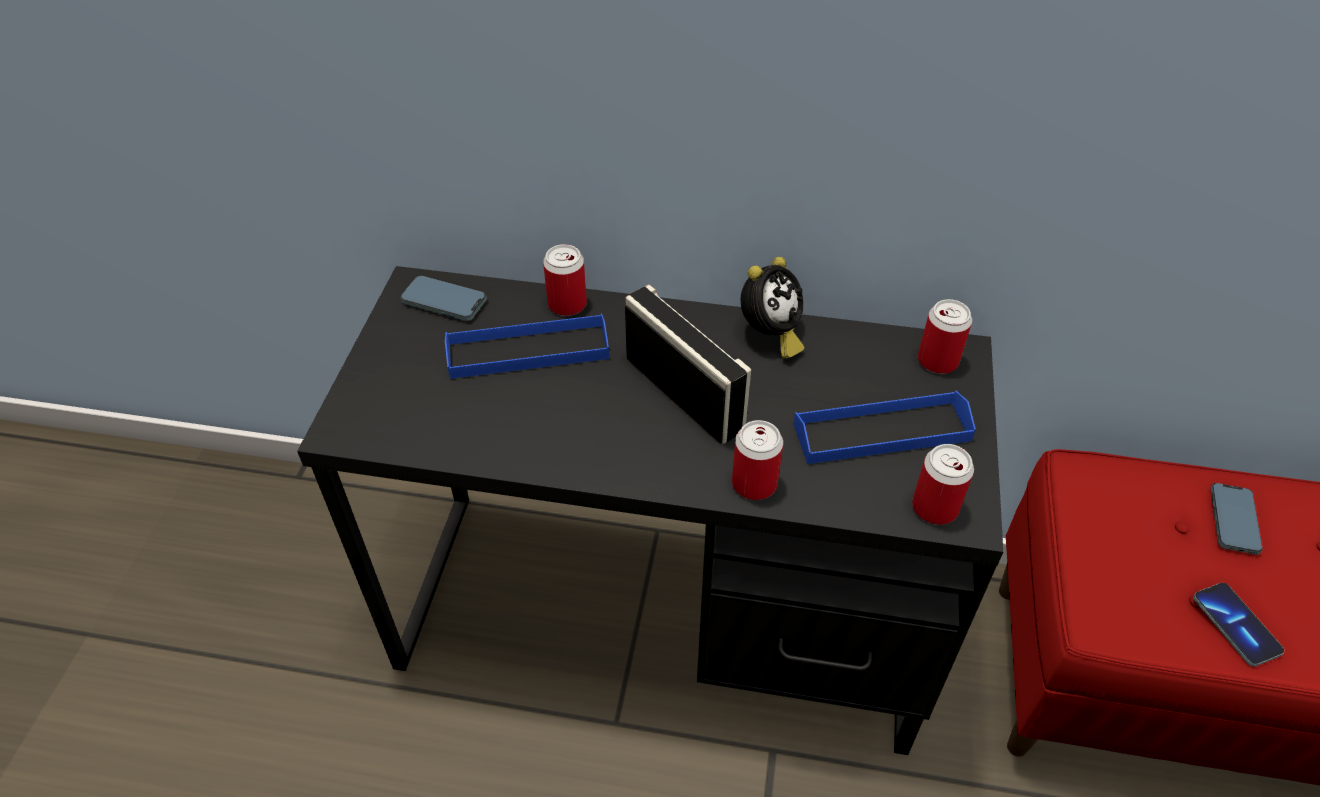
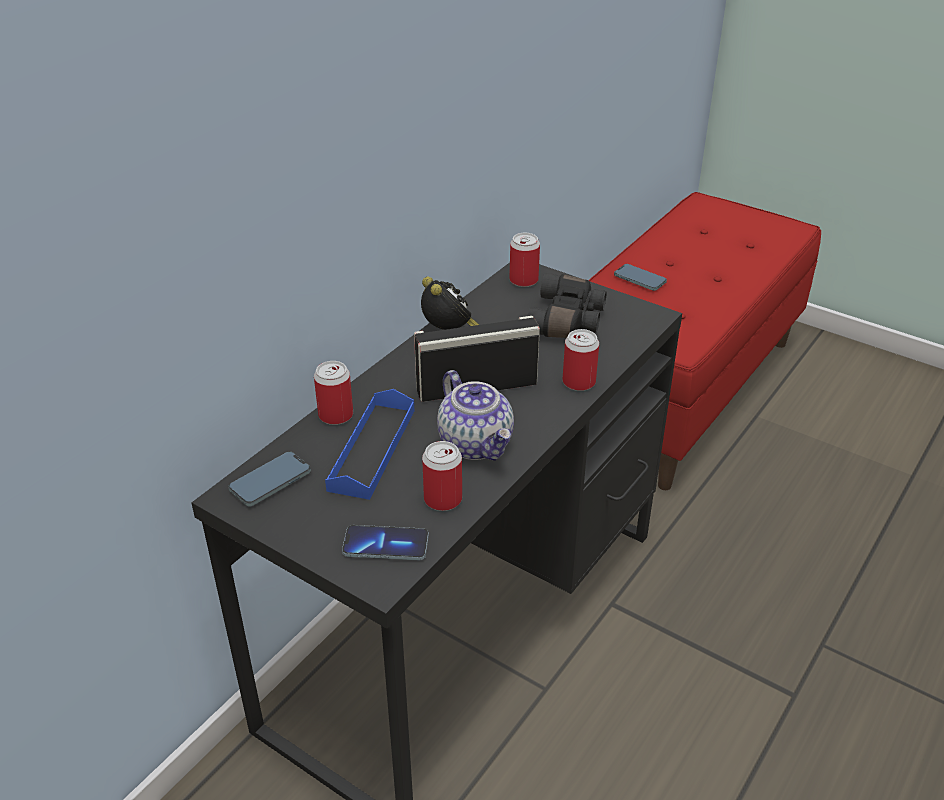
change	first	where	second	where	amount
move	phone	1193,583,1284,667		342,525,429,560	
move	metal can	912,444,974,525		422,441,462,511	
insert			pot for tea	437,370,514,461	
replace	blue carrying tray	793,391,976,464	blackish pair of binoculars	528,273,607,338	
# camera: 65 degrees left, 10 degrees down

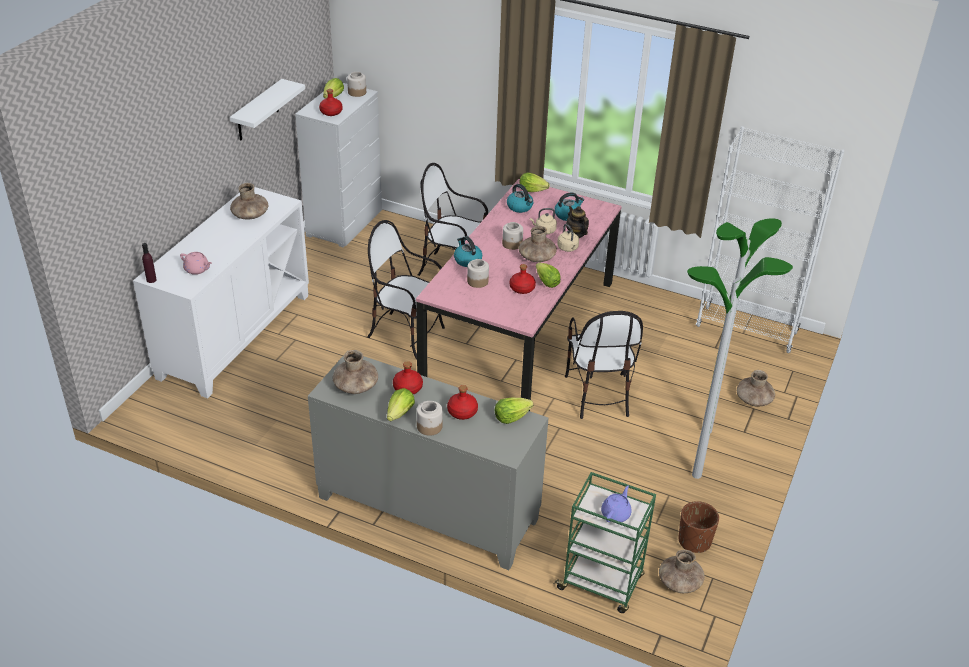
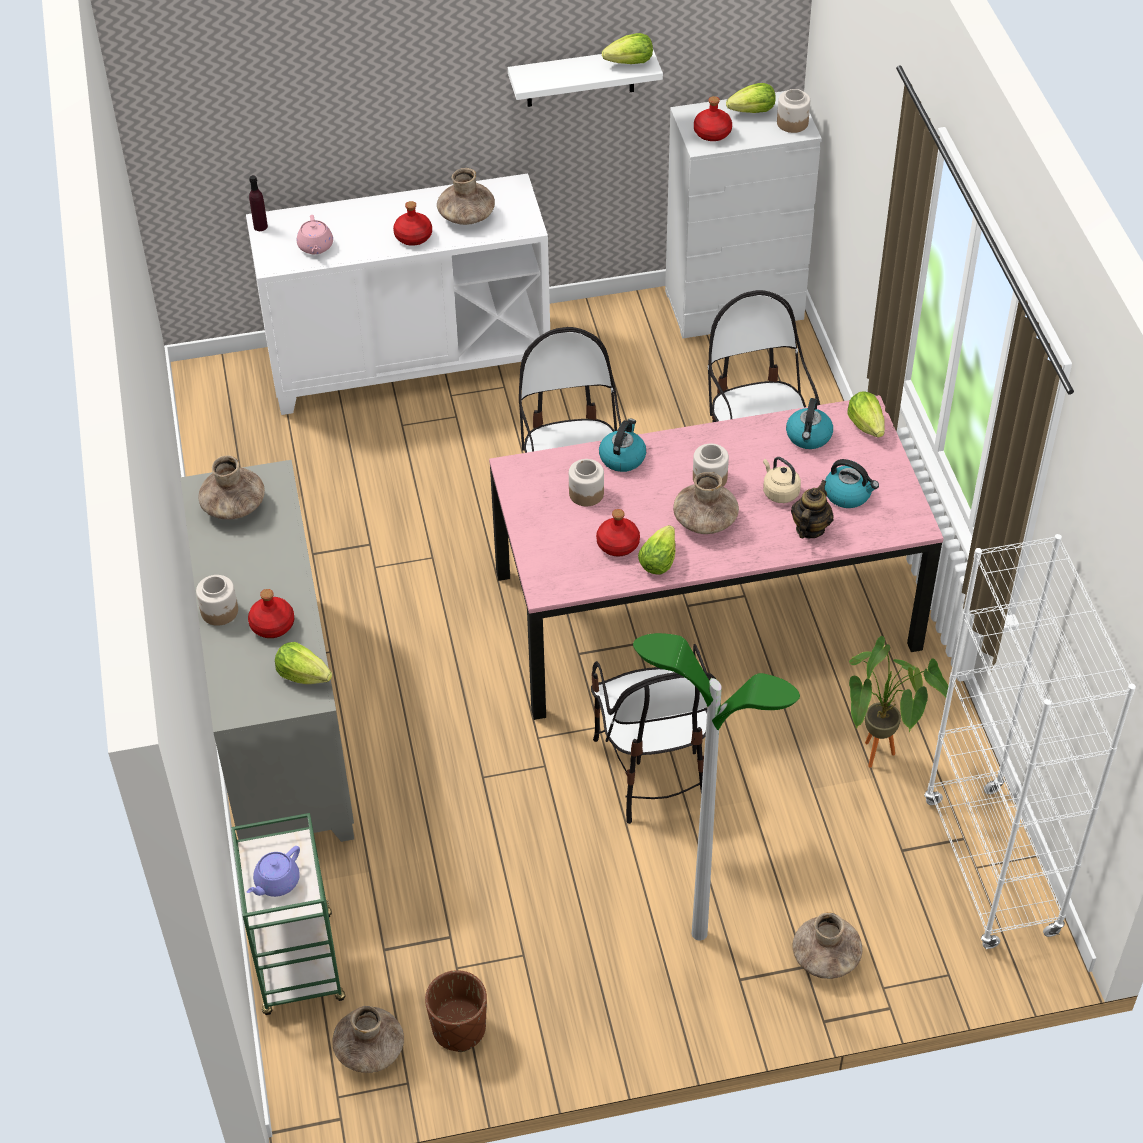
change	first	where	second	where	amount
rotate	purplish pot for tea	601,486,632,522		247,846,300,897	135 degrees clockwise
move	red-coloured beverage bottle	393,362,423,394		393,201,432,246	
rotate	upright chair	565,311,643,419		591,644,716,824	60 degrees counterclockwise
move	head of lettuce	387,388,415,421		602,33,653,64	
insert			plant in a pot	849,636,949,768	
delete	sand-coloured water kettle	557,224,579,252			
delete	floor lamp	687,257,793,479			
# camera: 55 degrees right, 10 degrees up

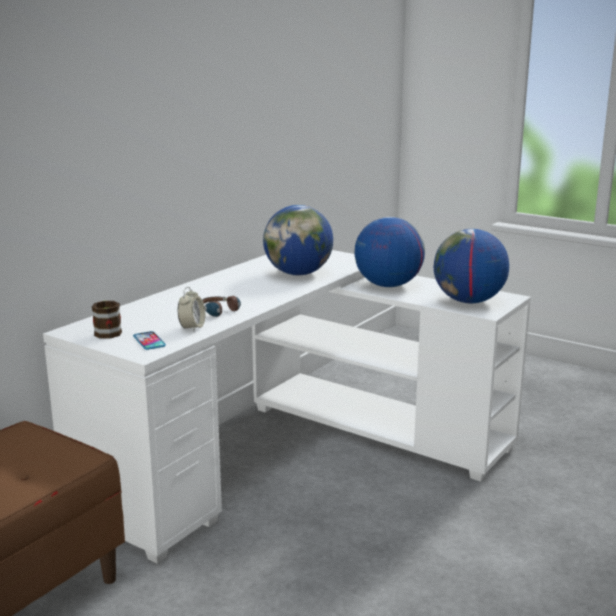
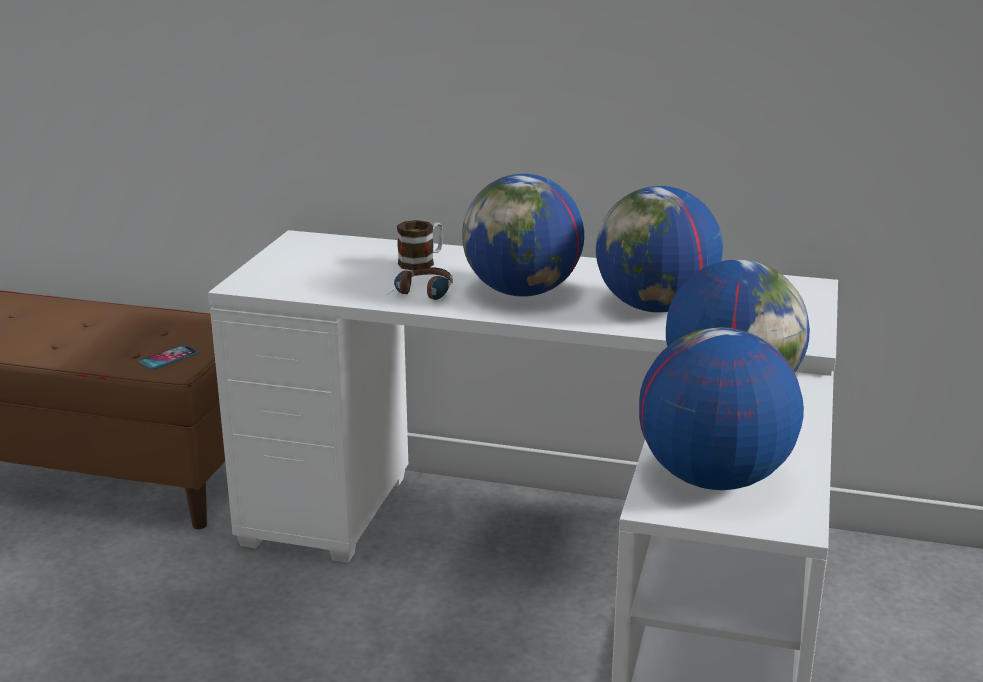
change	first	where	second	where	amount
move	phone	133,331,166,350		139,345,198,369	
move	mug	92,300,122,339		397,220,443,270	
insert			desk globe	462,174,584,297	
delete	table clock	178,287,205,331			
# camera: 70 degrees right, 5 degrees up

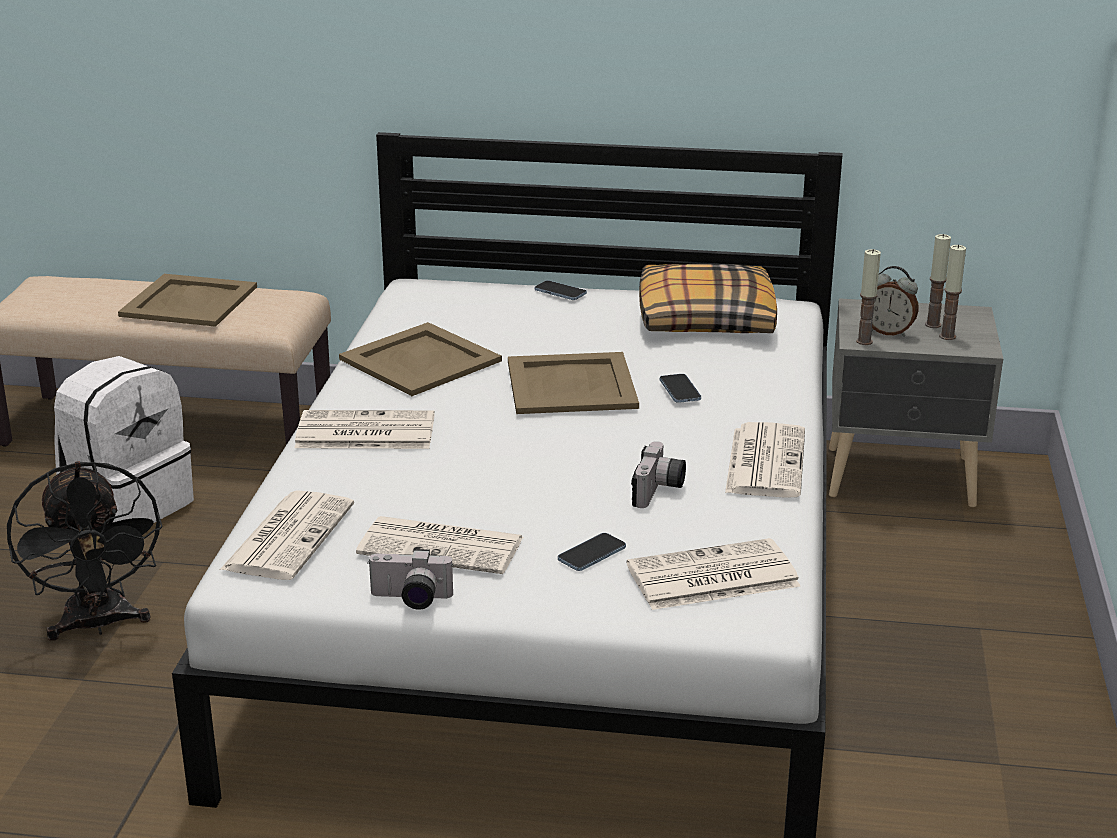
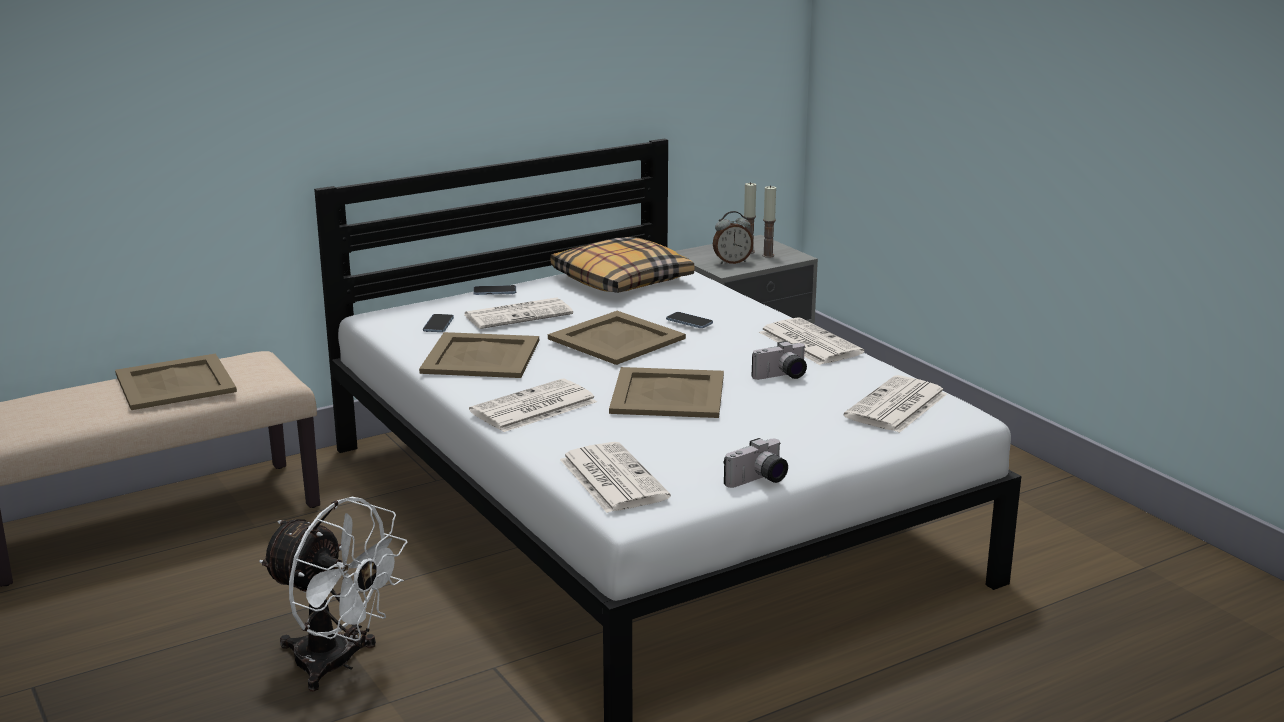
change	first	where	second	where	amount
recolor	blackish electric fan	7,461,163,641	white-coloured electric fan	259,497,408,691	
move	phone	558,533,626,571		423,314,454,332	
move	printed paper	356,516,523,574		464,297,573,329	
insert			sand-coloured carrying tray	609,367,724,418	
rotate	still camera	631,441,686,508		752,341,807,380	90 degrees clockwise
delete	white-coloured rucksack	54,356,194,523			
delete	wax light	856,249,881,345			
# camera: 40 degrees left, 5 degrees down

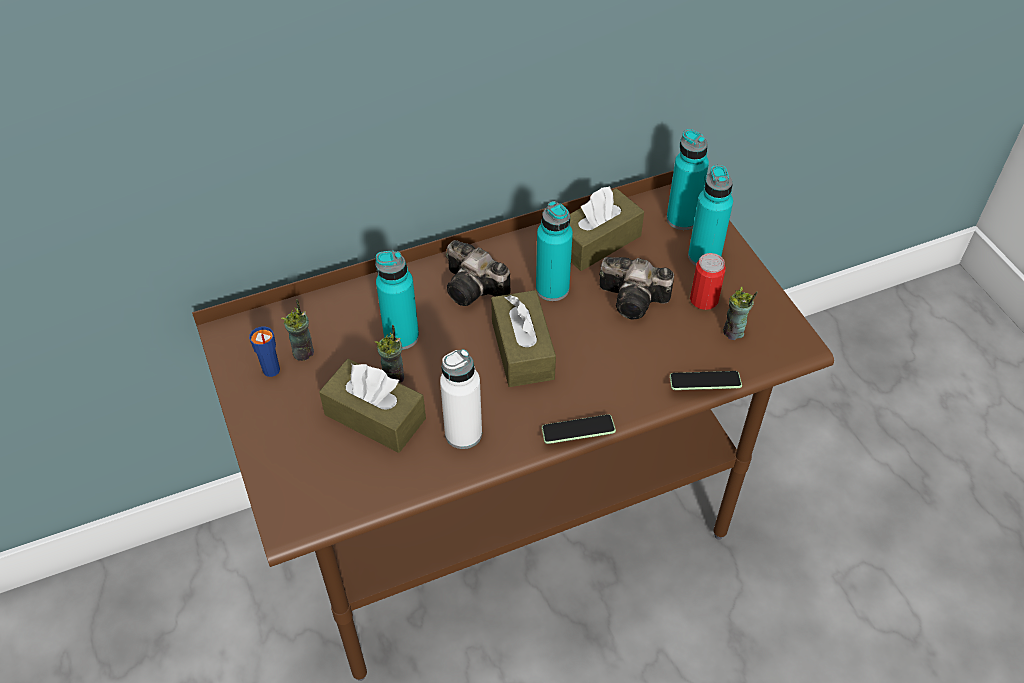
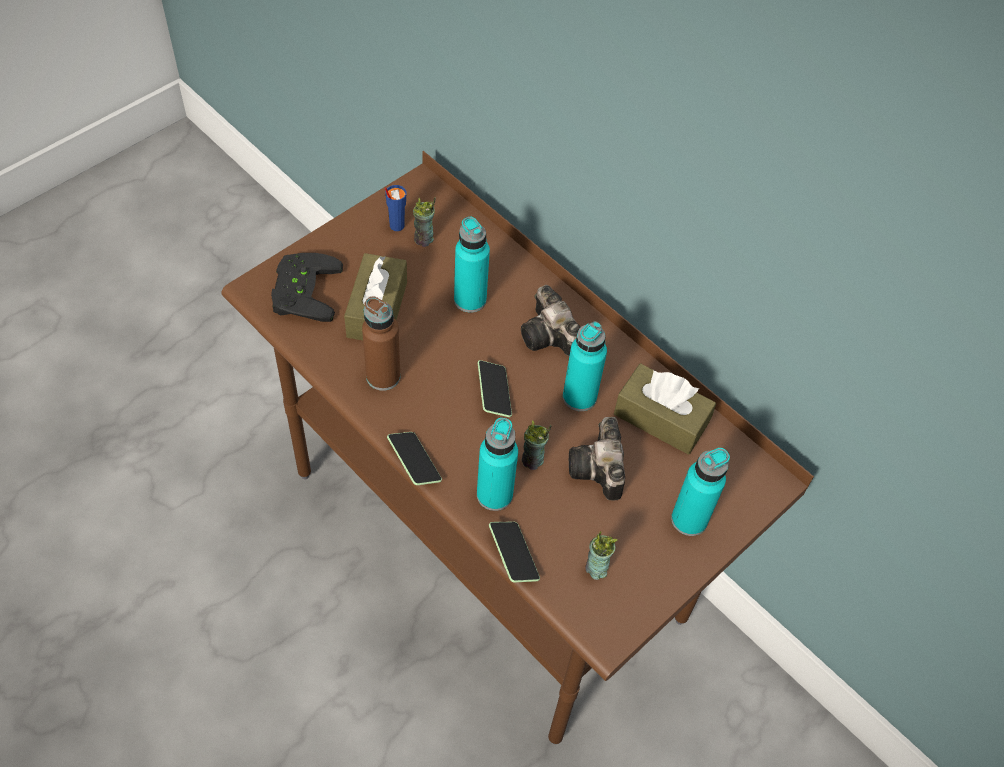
change	first	where	second	where	amount
insert			blackish game controller	271,253,343,322	
recolor	white-coloured beverage bottle	440,349,482,449	brown-coloured beverage bottle	362,297,400,391	
move	turquoise beverage bottle	666,129,709,230		477,418,518,511	
replace	brown-coloured tissue box	491,290,556,387	phone	478,360,512,417	
rotate	still camera	446,240,511,306		521,285,581,356	45 degrees counterclockwise
move	cup	375,325,404,383		522,421,551,470	
delete	metal can	690,253,726,310			
# camera: 65 degrees right, 5 degrees up

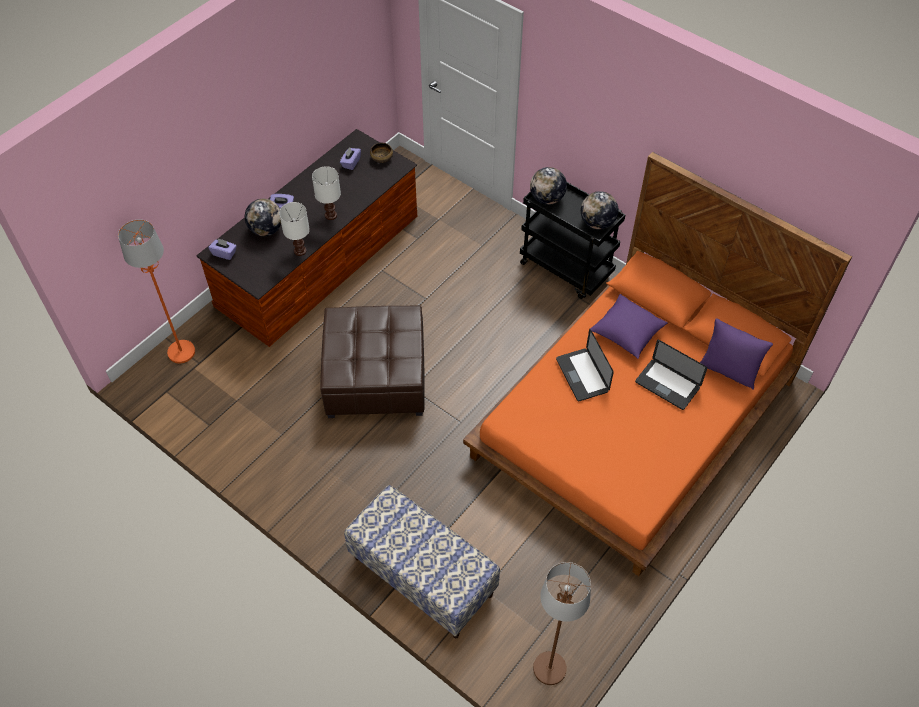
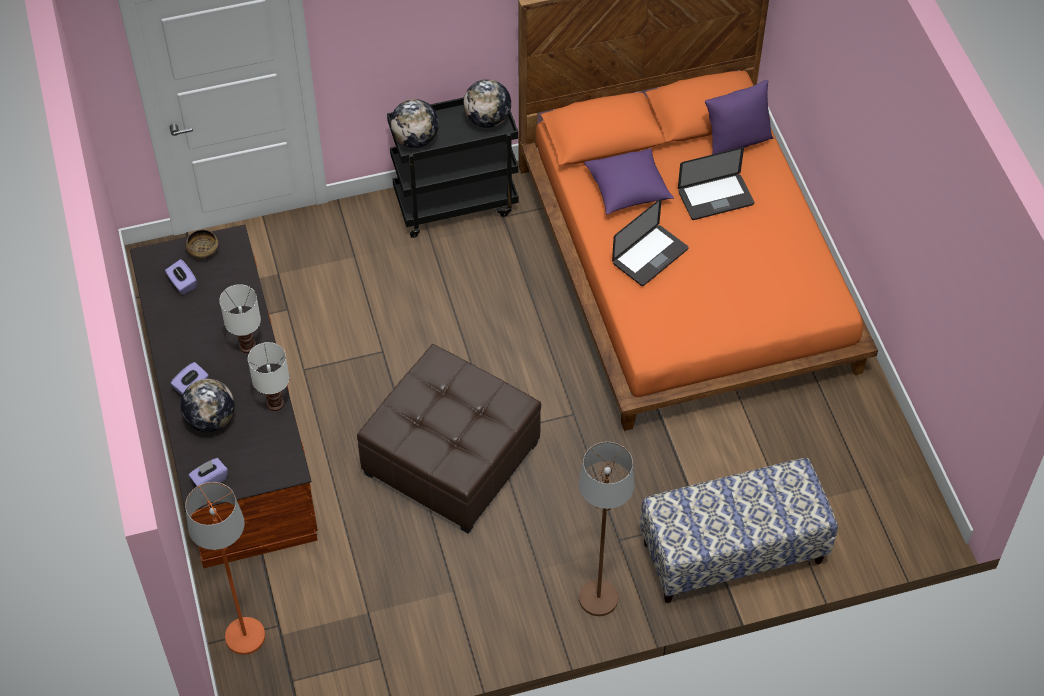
change	first	where	second	where	amount
move	brown-coloured floor lamp	533,562,591,685		579,442,634,616	
rotate	notebook computer	556,329,614,401		612,199,688,286	60 degrees counterclockwise
# camera: 55 degrees left, 0 degrees up

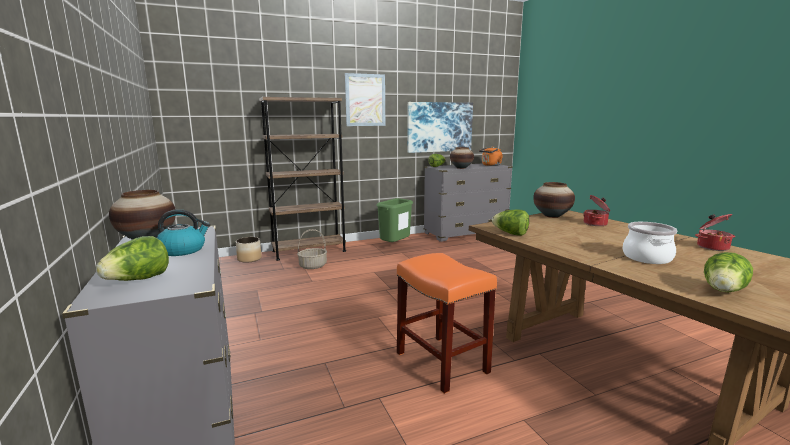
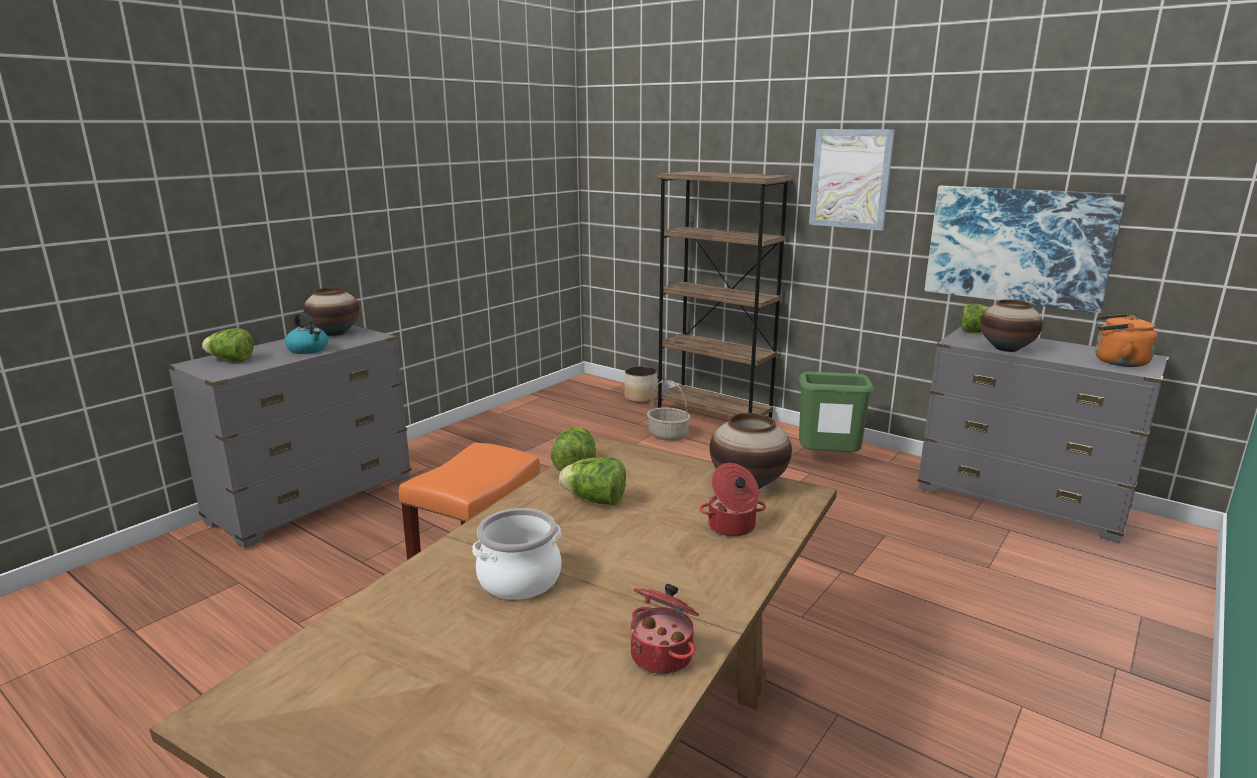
change	first	where	second	where	amount
move	head of lettuce	704,252,753,293		559,457,626,505	
# camera: 60 degrees right, 5 degrees up

